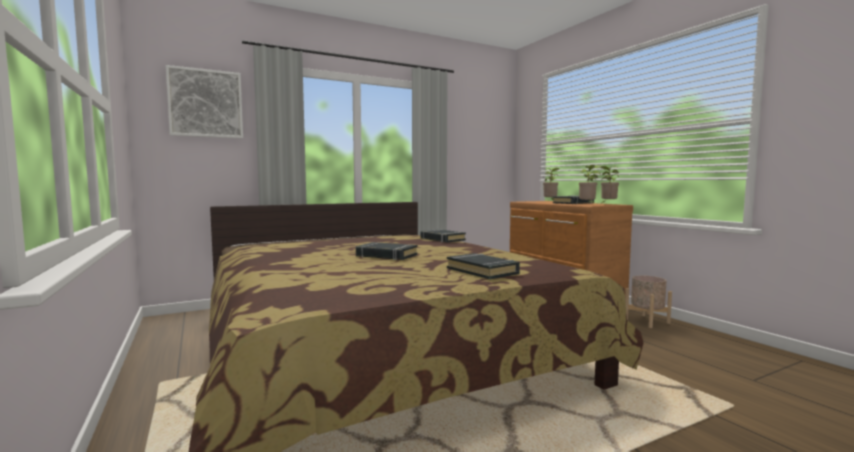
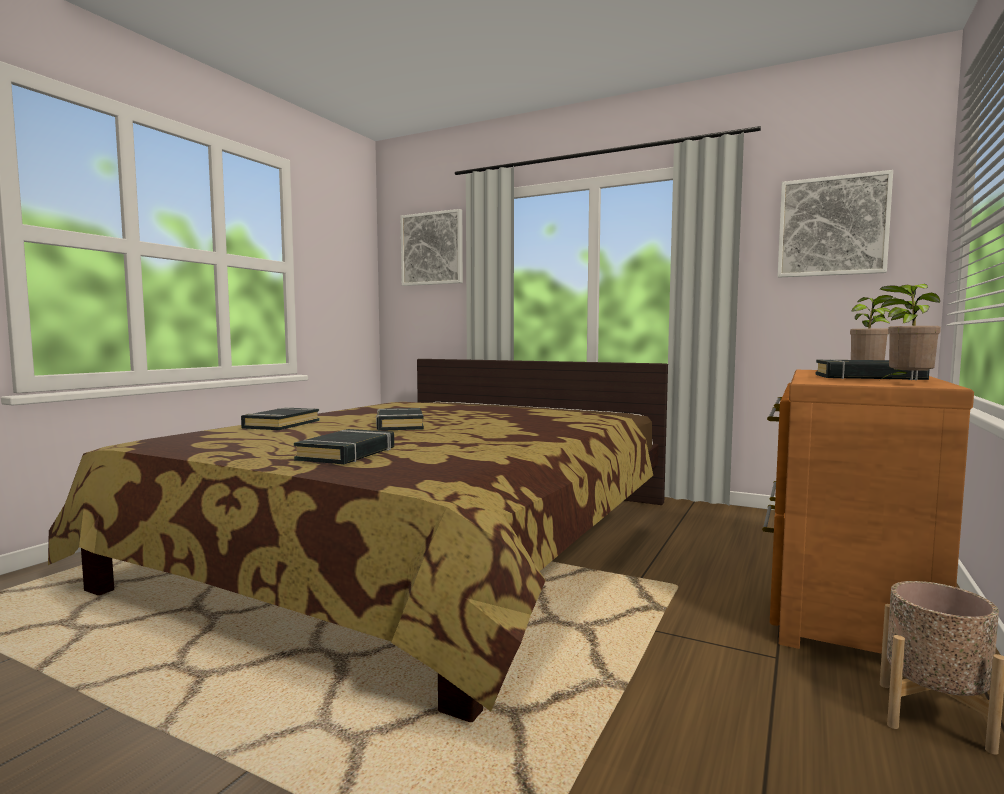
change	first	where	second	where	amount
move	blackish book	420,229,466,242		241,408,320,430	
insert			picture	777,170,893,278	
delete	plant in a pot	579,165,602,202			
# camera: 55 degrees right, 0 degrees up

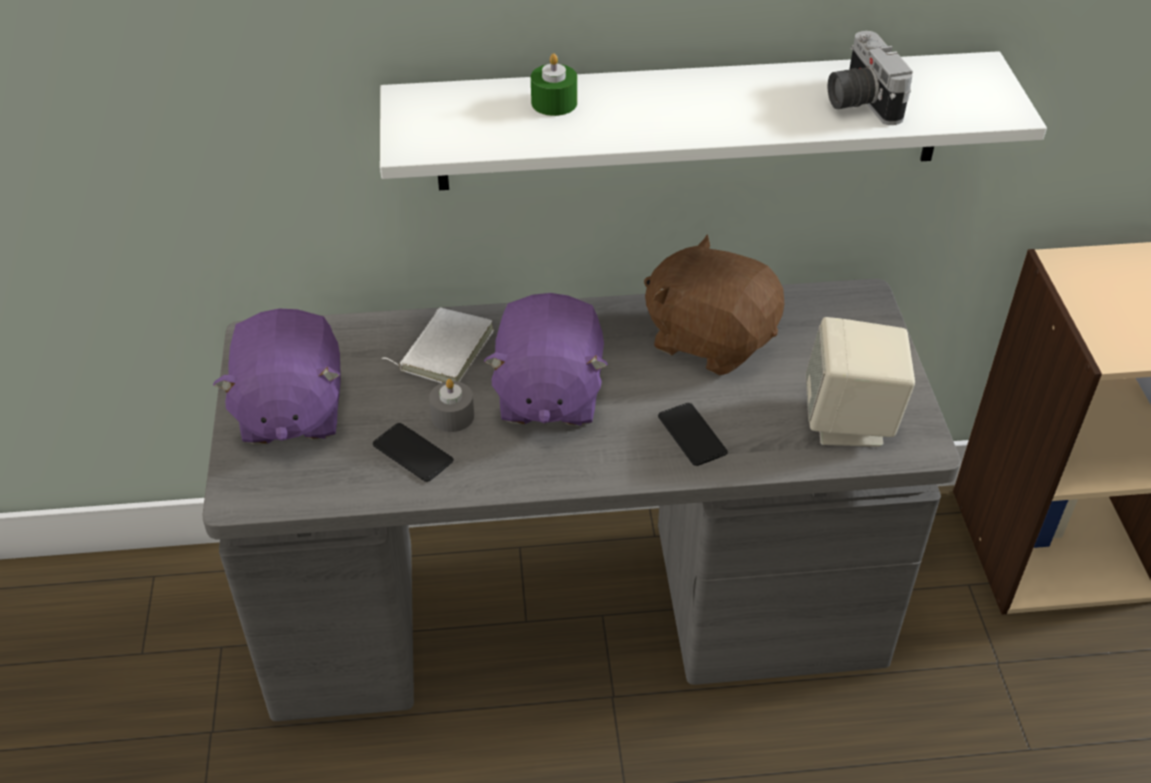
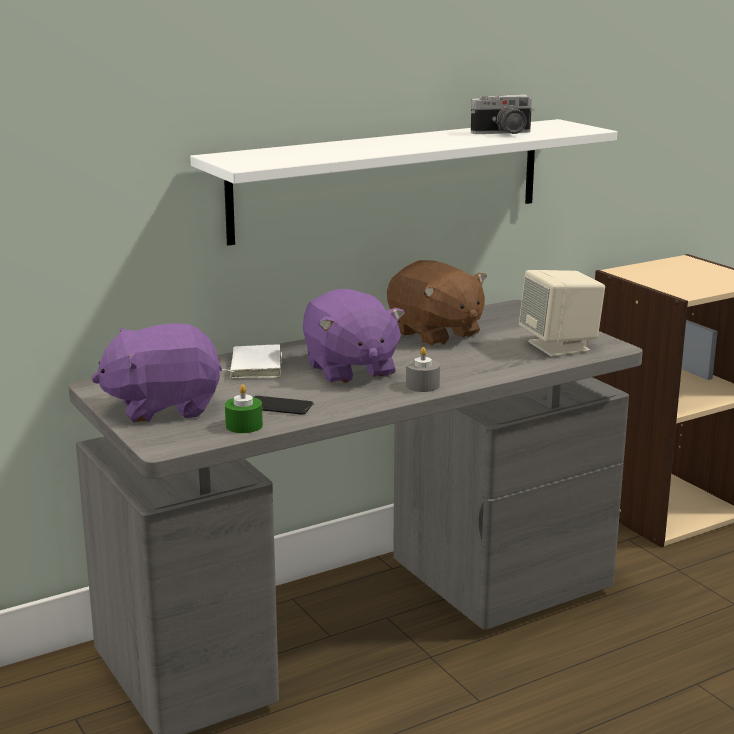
change	first	where	second	where	amount
rotate	purplish plush toy	213,309,341,445		91,324,222,423	105 degrees clockwise
move	greenish wax light	531,53,577,116		225,384,263,433	
rotate	brown-coloured plush toy	644,234,784,375		387,260,487,346	135 degrees counterclockwise
move	grey wax light	429,379,474,432		406,347,440,392	
rotate	still camera	828,31,913,125		471,94,534,134	60 degrees counterclockwise
delete	phone	658,403,728,466			
# camera: 25 degrees left, 25 degrees down

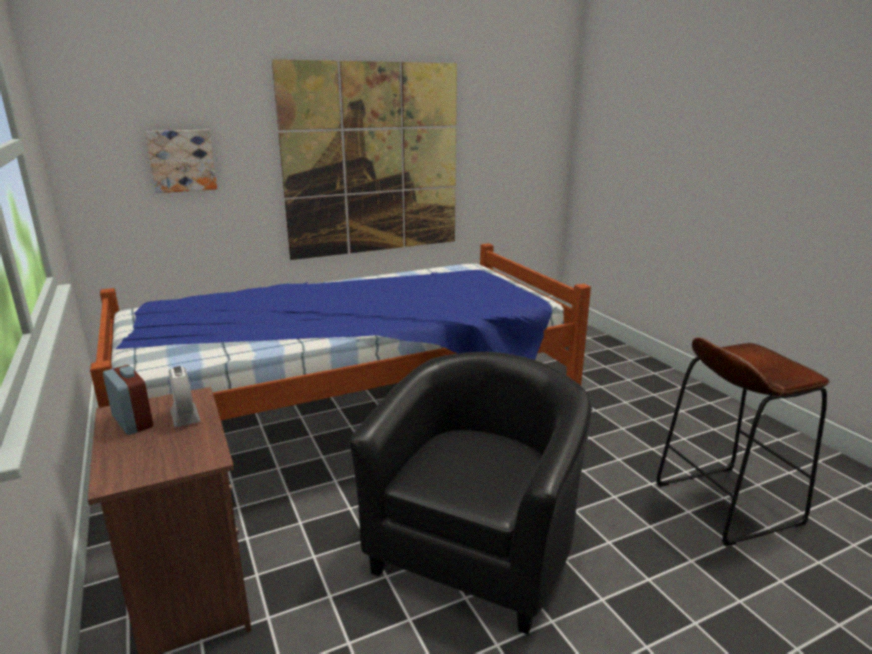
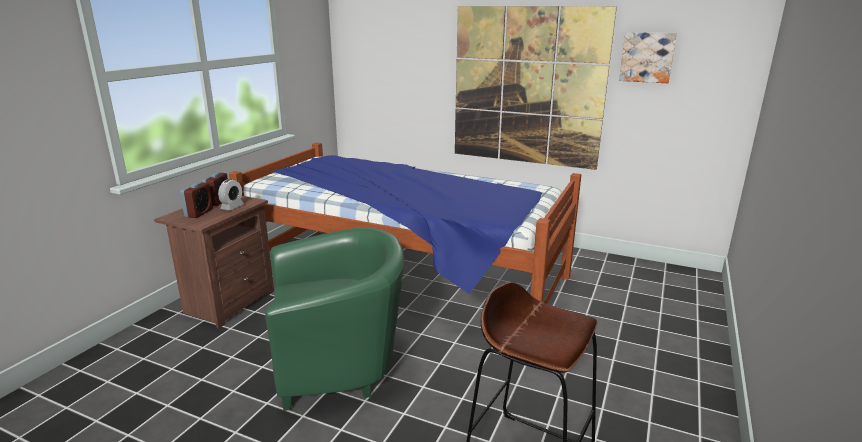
change	first	where	second	where	amount
insert			table clock	180,182,213,218	
recolor	blackish easy chair	349,352,592,635	greenish easy chair	265,227,404,411	
move	picture	145,129,217,193		619,32,677,83	
# camera: 50 degrees right, 0 degrees up

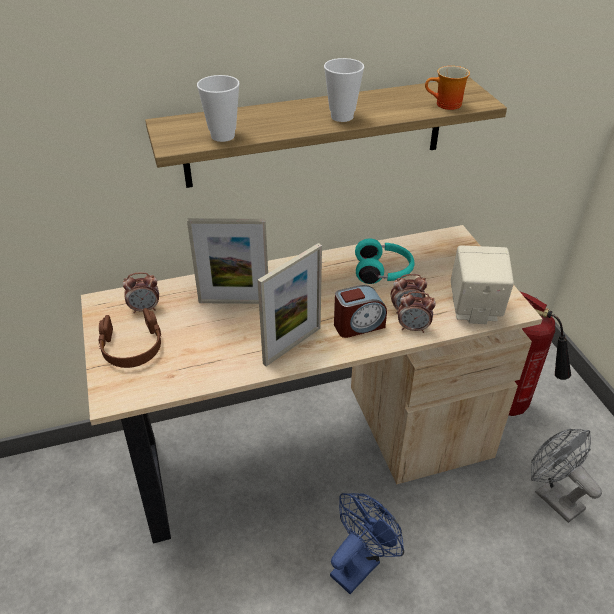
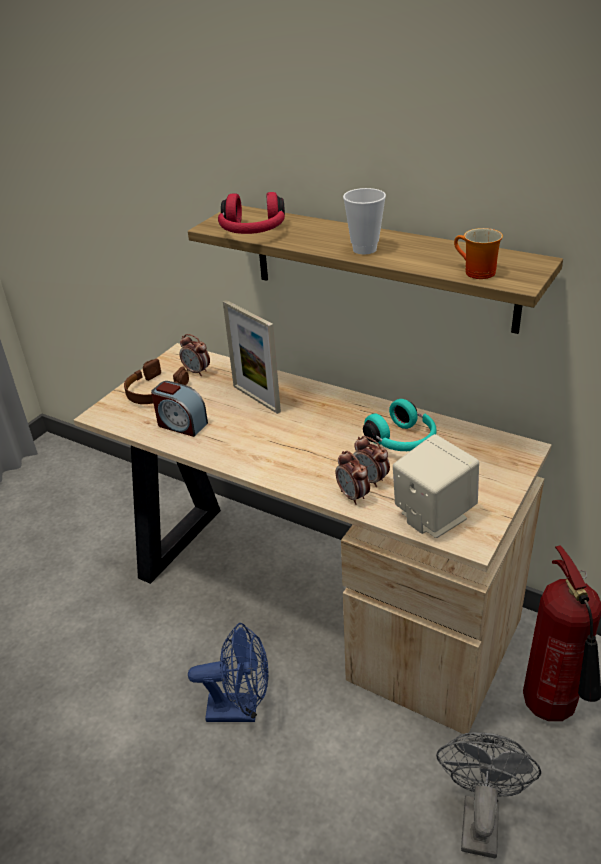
change	first	where	second	where	amount
move	table clock	334,285,387,338		151,381,208,437	
replace	cup	197,75,240,142	red-coloured headphones	218,192,285,234	
delete	standing frame	257,243,322,366			
# camera: 50 degrees right, 5 degrees down

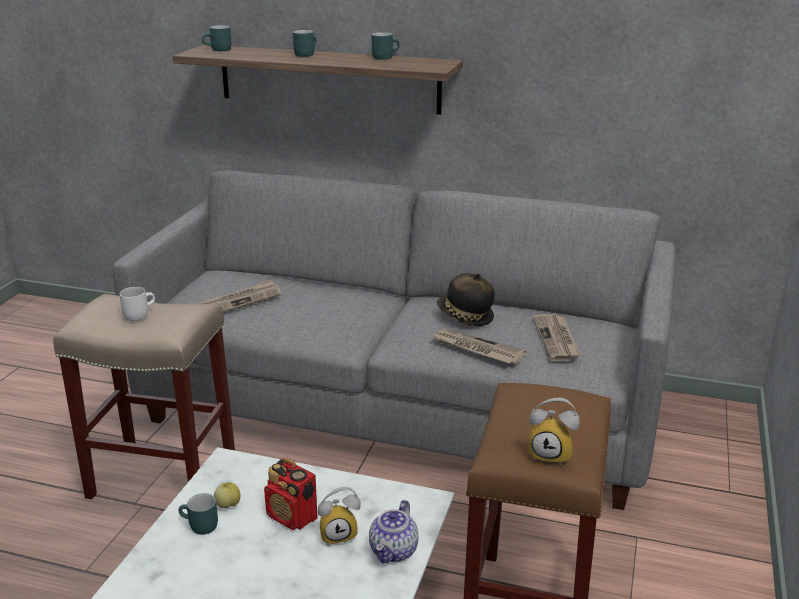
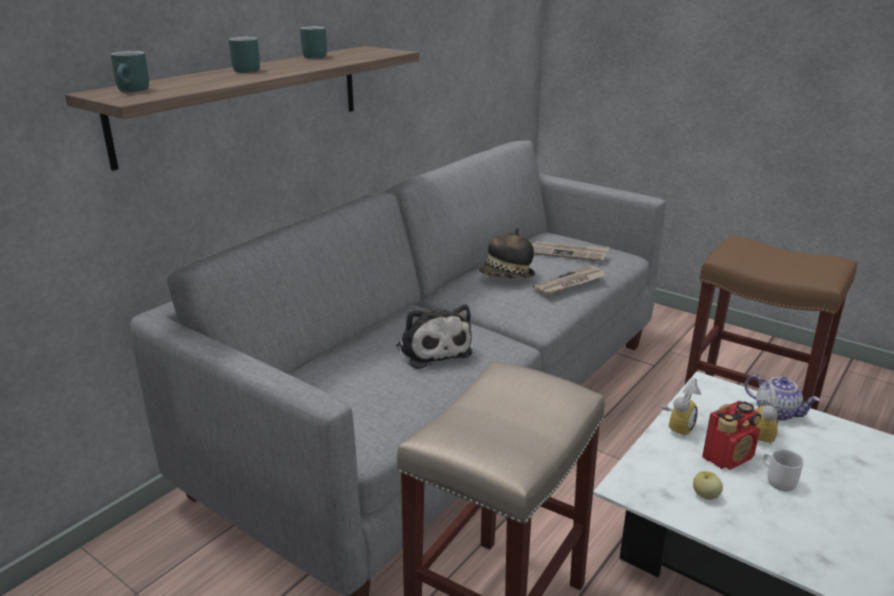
change	first	where	second	where	amount
insert			plush toy	396,304,472,369	
move	table clock	529,398,580,465		661,378,701,436	
move	white-coloured mug	119,287,155,321		763,449,803,492	
delete	turquoise mug	179,493,218,535			
delete	printed paper	199,280,281,313			
# camera: 70 degrees left, 0 degrees up

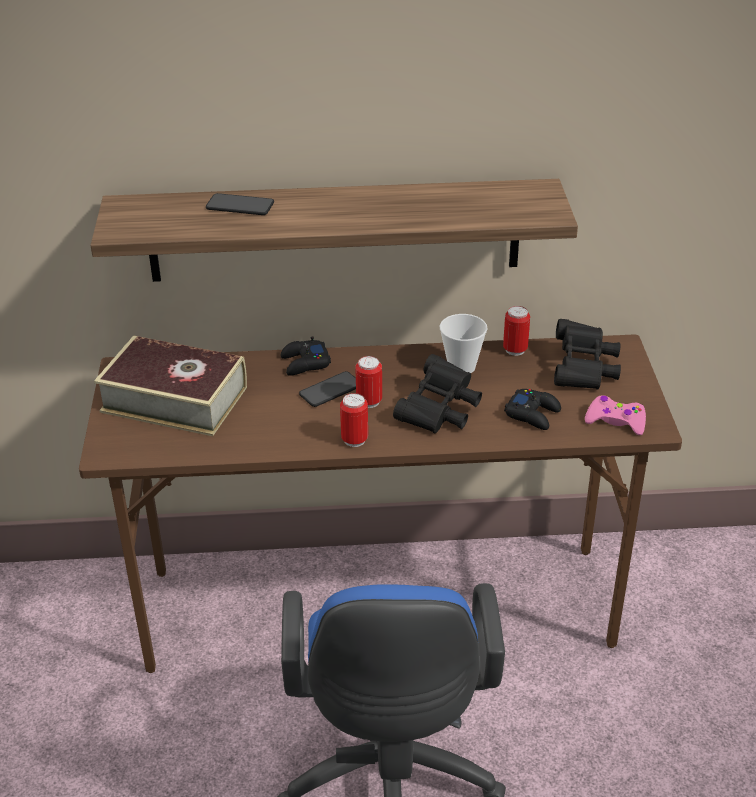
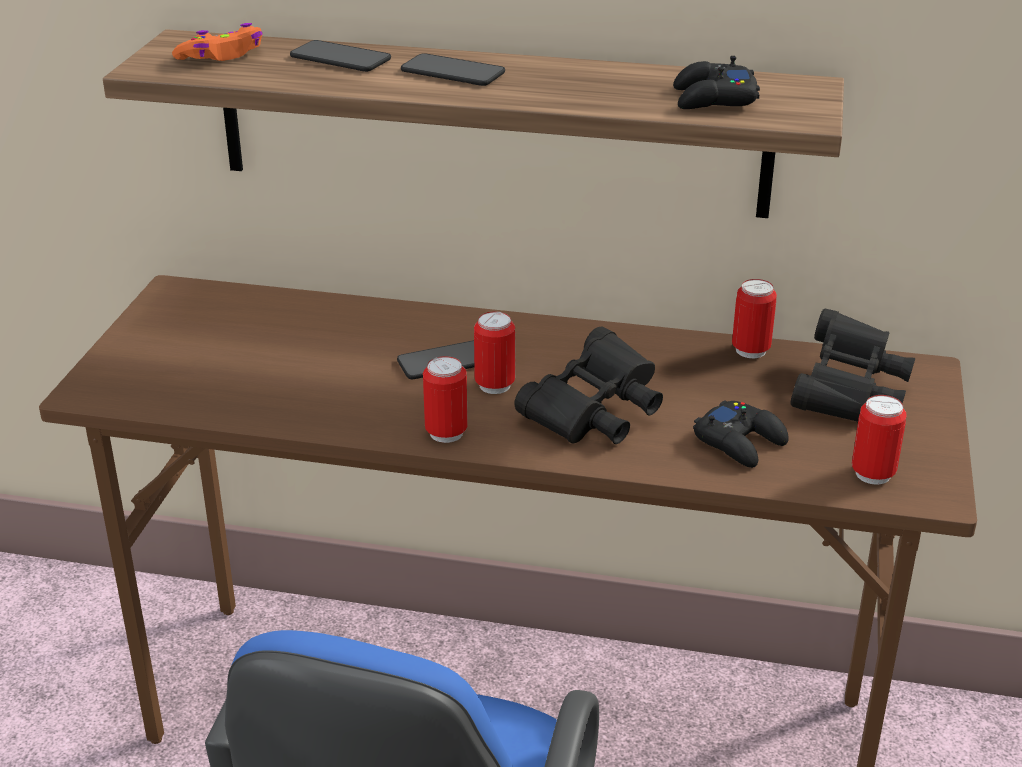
change	first	where	second	where	amount
insert			orange game controller	172,23,263,61	
insert			phone	401,53,505,86	
move	blackish game controller	281,336,331,376		673,56,760,109	
replace	pink game controller	585,395,646,435	metal can	852,395,907,485	
delete	book	94,335,247,436			
delete	cup	440,314,487,373			
# camera: 15 degrees right, 5 degrees down

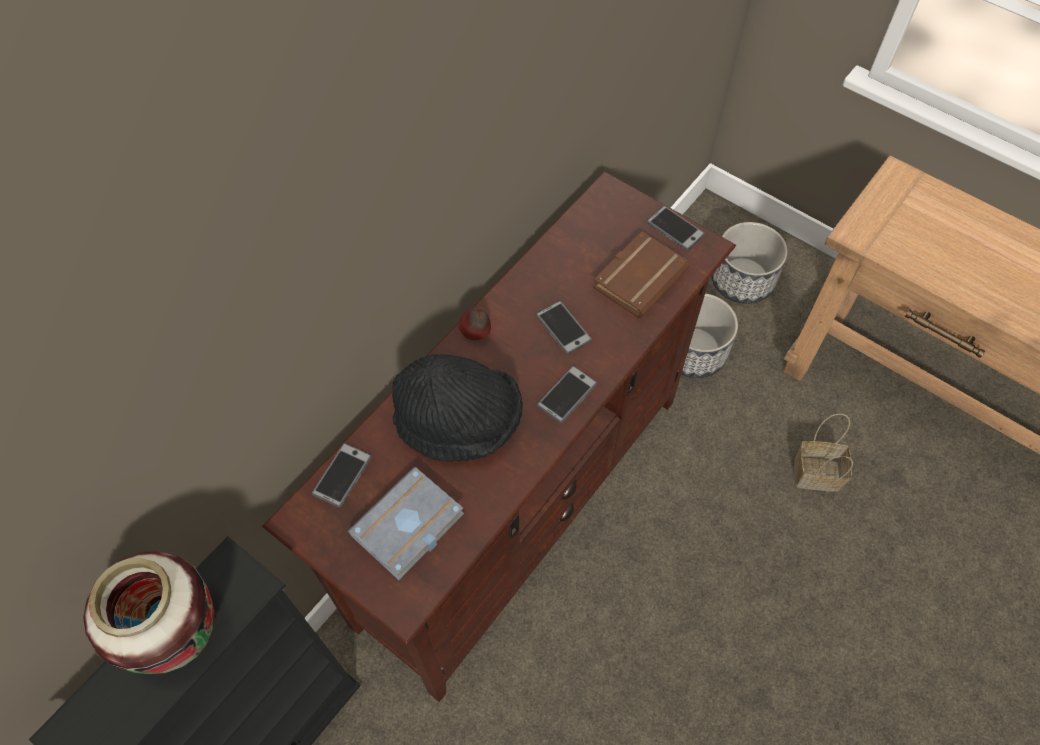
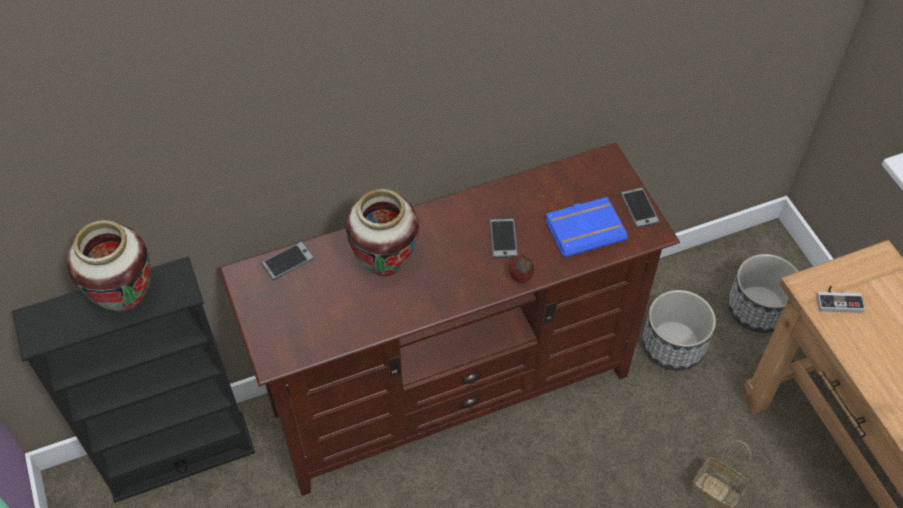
change	first	where	second	where	amount
replace	blackish hat	392,354,523,461	vase	346,189,419,276	
move	whole apple	458,308,491,340		509,255,534,283	
recolor	brown-coloured book	593,231,690,318	blue book	545,197,628,258	
insert			game controller	817,286,865,313	
delete	grey book	348,467,464,580			
delete	phone	536,366,597,423			
# camera: 30 degrees right, 5 degrees down

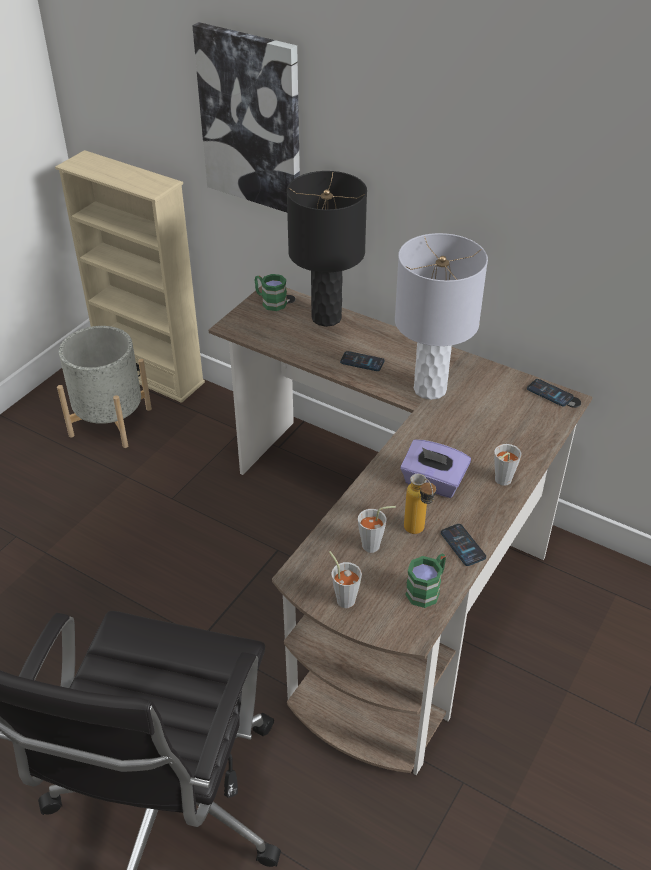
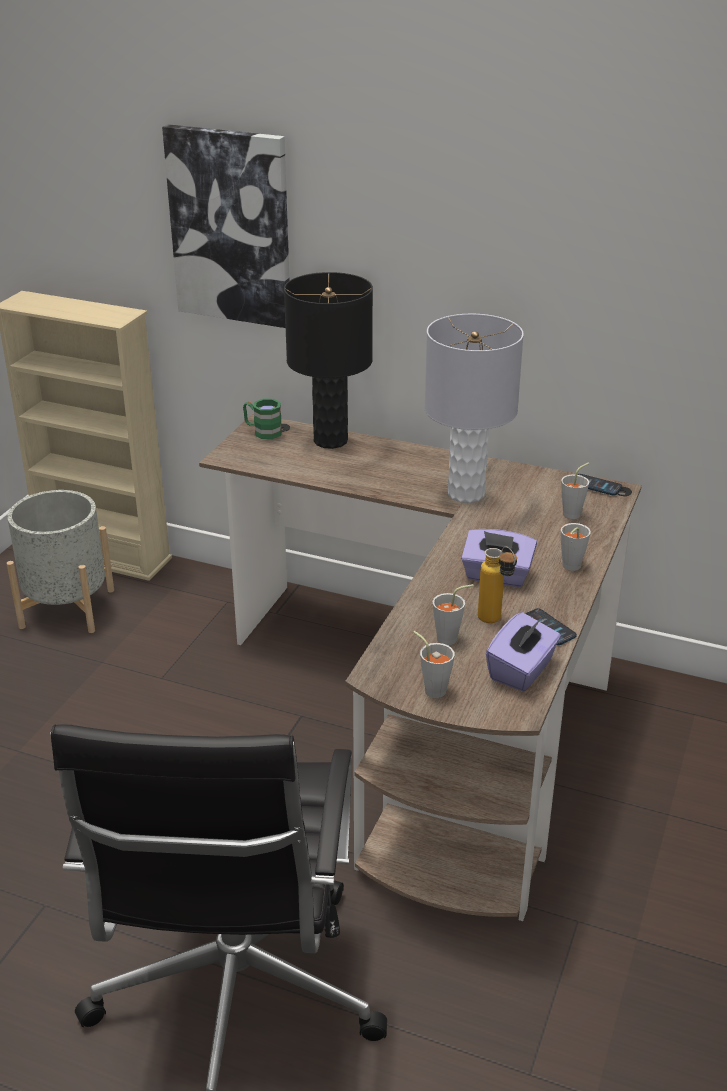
change	first	where	second	where	amount
replace	greenish mug	405,554,446,608	purplish tissue box	486,612,561,692	
insert			grey cup	561,463,589,519	
delete	phone	340,351,384,371			
# camera: 10 degrees left, 10 degrees down

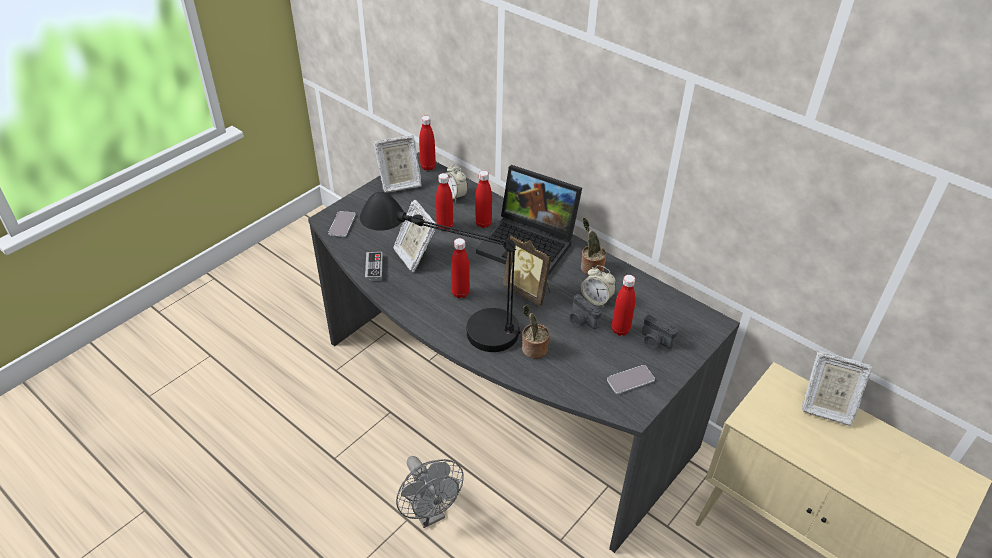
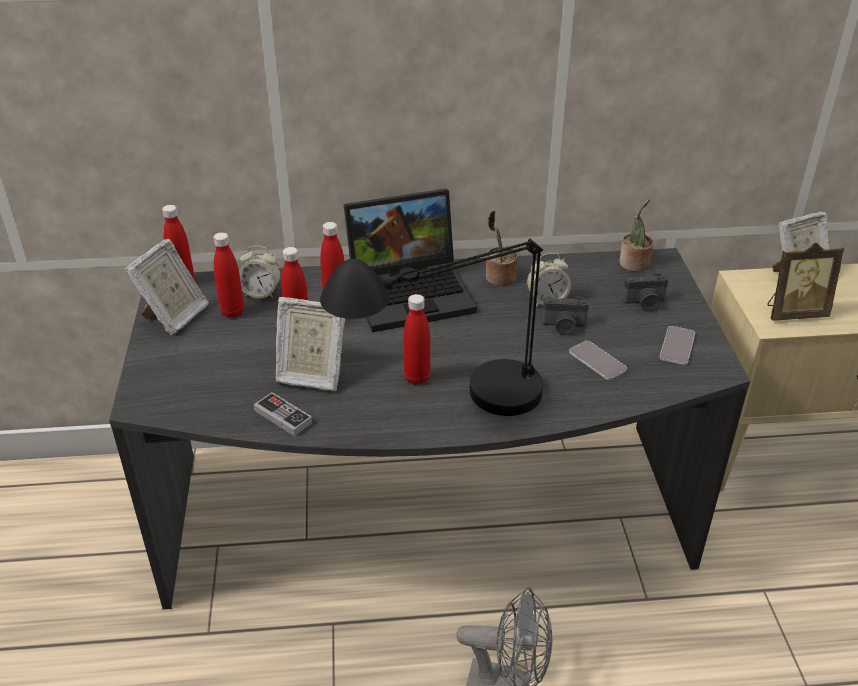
change	first	where	second	where	amount
move	red-coloured beverage bottle	612,275,635,336		213,232,244,318	
move	phone	328,211,356,237		569,341,627,380	
move	plant in a pot	522,305,549,359		619,199,654,272	
move	standing frame	503,235,551,306		767,242,844,321	
# camera: 45 degrees left, 5 degrees down

